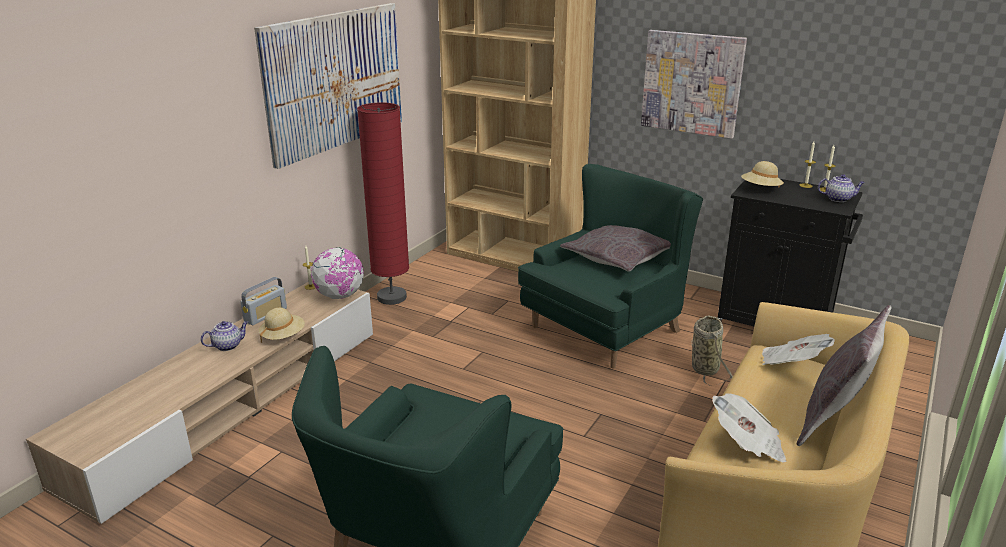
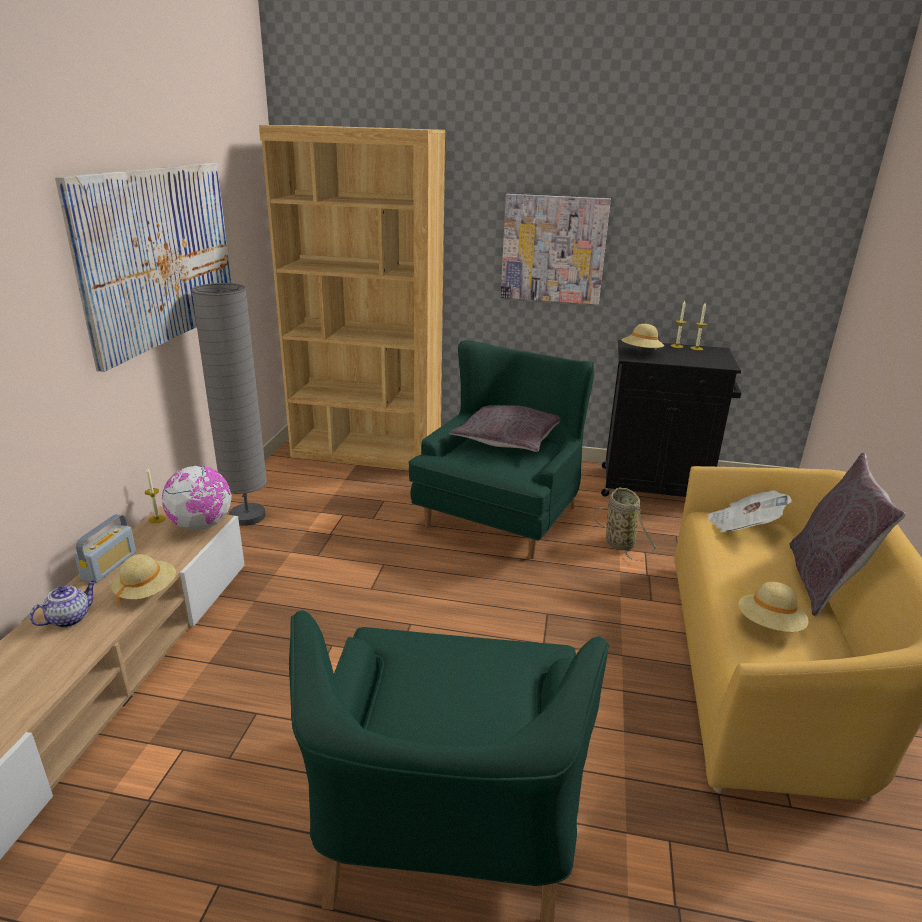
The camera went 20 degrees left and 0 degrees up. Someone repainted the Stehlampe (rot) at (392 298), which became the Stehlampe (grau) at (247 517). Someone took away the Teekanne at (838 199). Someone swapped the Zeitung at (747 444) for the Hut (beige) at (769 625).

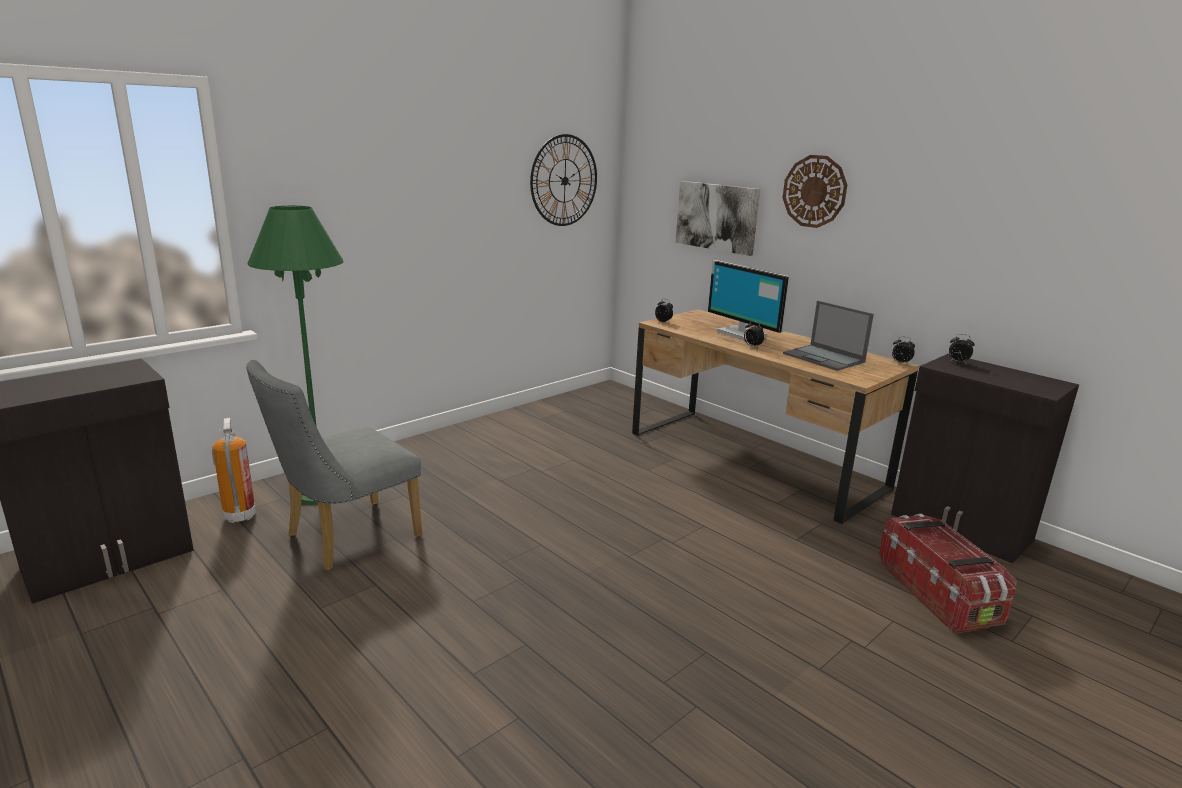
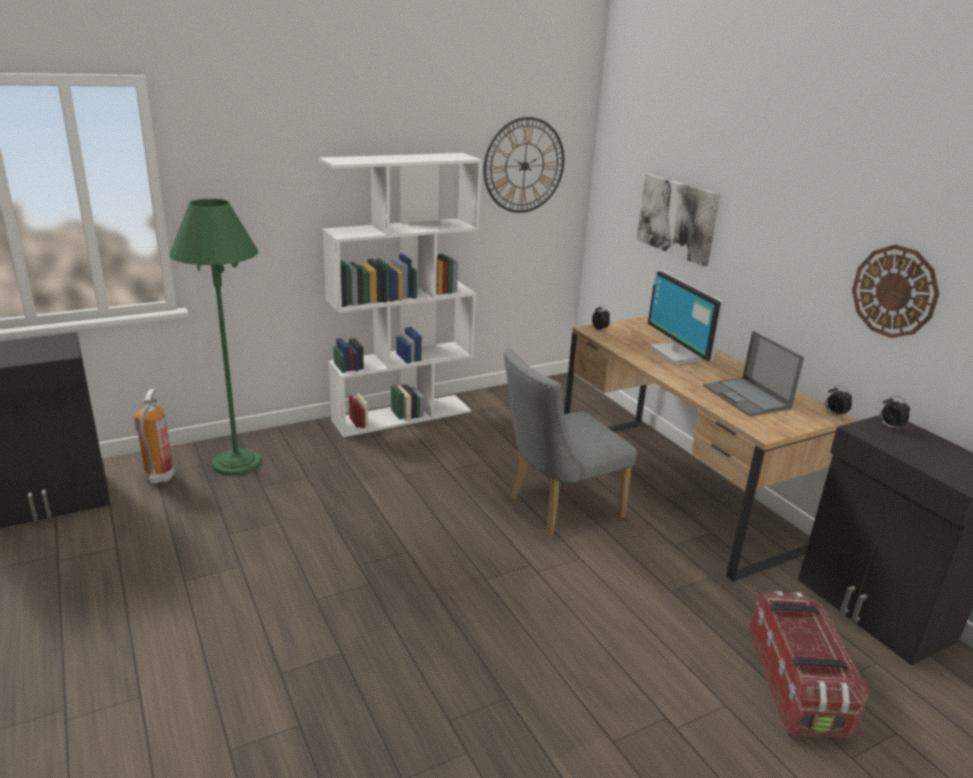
The camera went 15 degrees right and 5 degrees up. Someone carried the Wanduhr from (814 191) to (894 291). Someone took away the Wecker at (752 346). Someone carried the Stuhl (grau) from (344 538) to (557 509). Someone put down the Bücherregal (weiß) at (402 415).

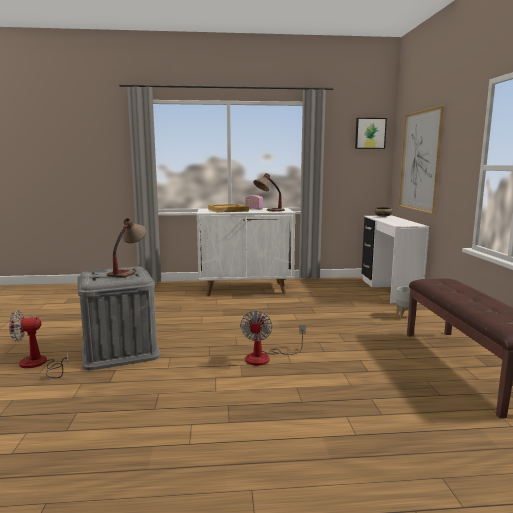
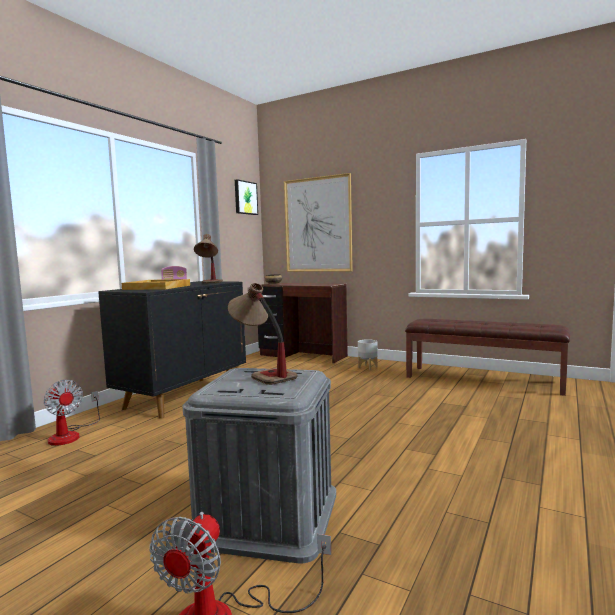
The camera went 55 degrees left and 5 degrees down. Someone repainted the Schrank (weiß) at (246 289), which became the Schrank (schwarz) at (184 396). Someone repainted the Schreibtisch (weiß) at (388 290), which became the Schreibtisch (braun) at (302 356). Someone carried the Ventilator from (265 357) to (70 435).

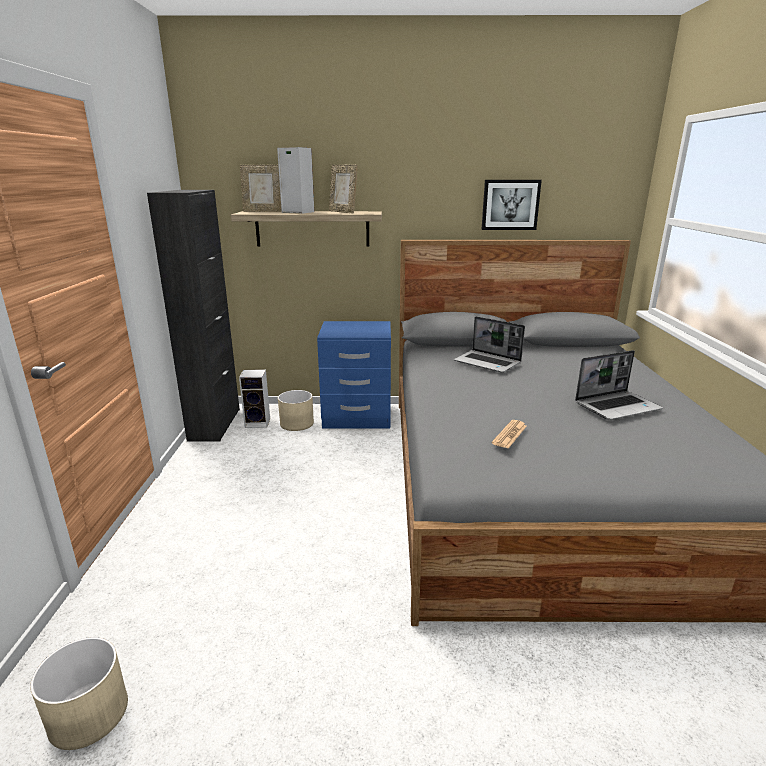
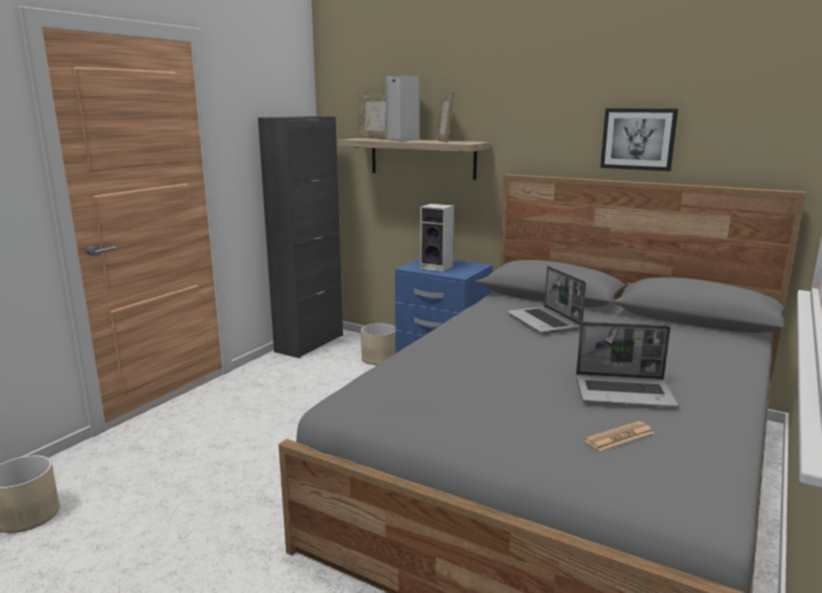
The camera went 30 degrees right and 5 degrees down. Someone carried the Lautsprecher from (258 422) to (437 267). Someone carried the Zeitung from (509 434) to (619 437).

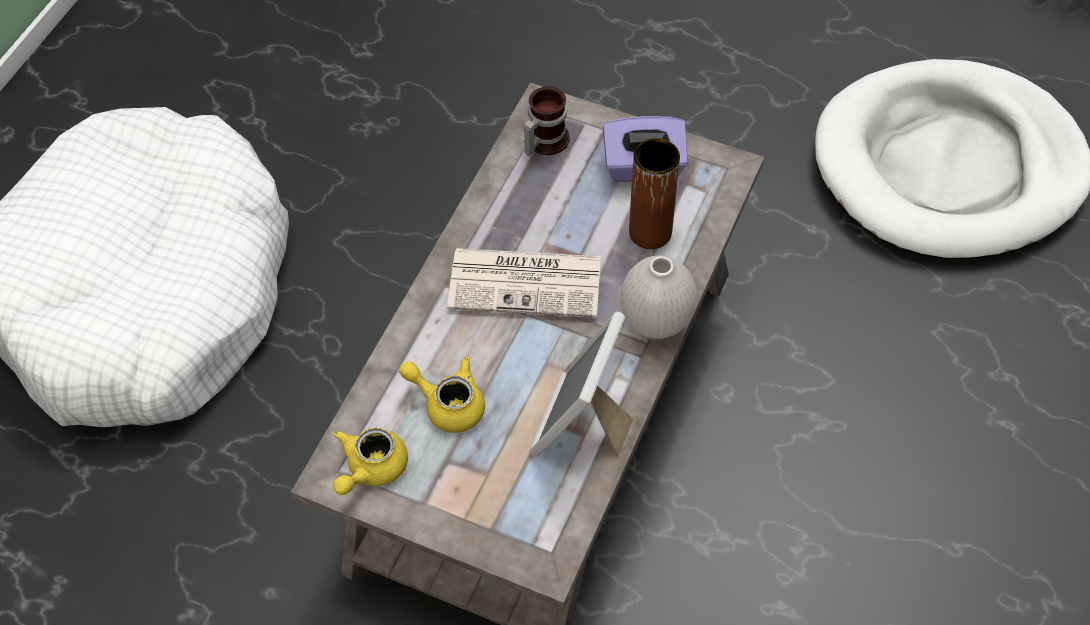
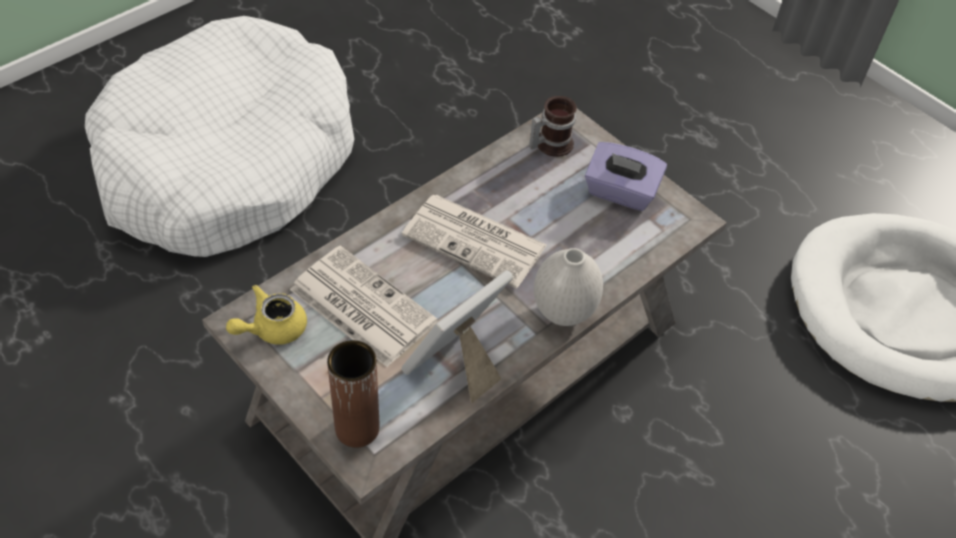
The camera went 20 degrees right and 5 degrees down. Someone carried the Vase (braun) from (650 232) to (357 428). Someone swapped the Teekanne (gelb) at (448 404) for the Zeitung at (360 305).

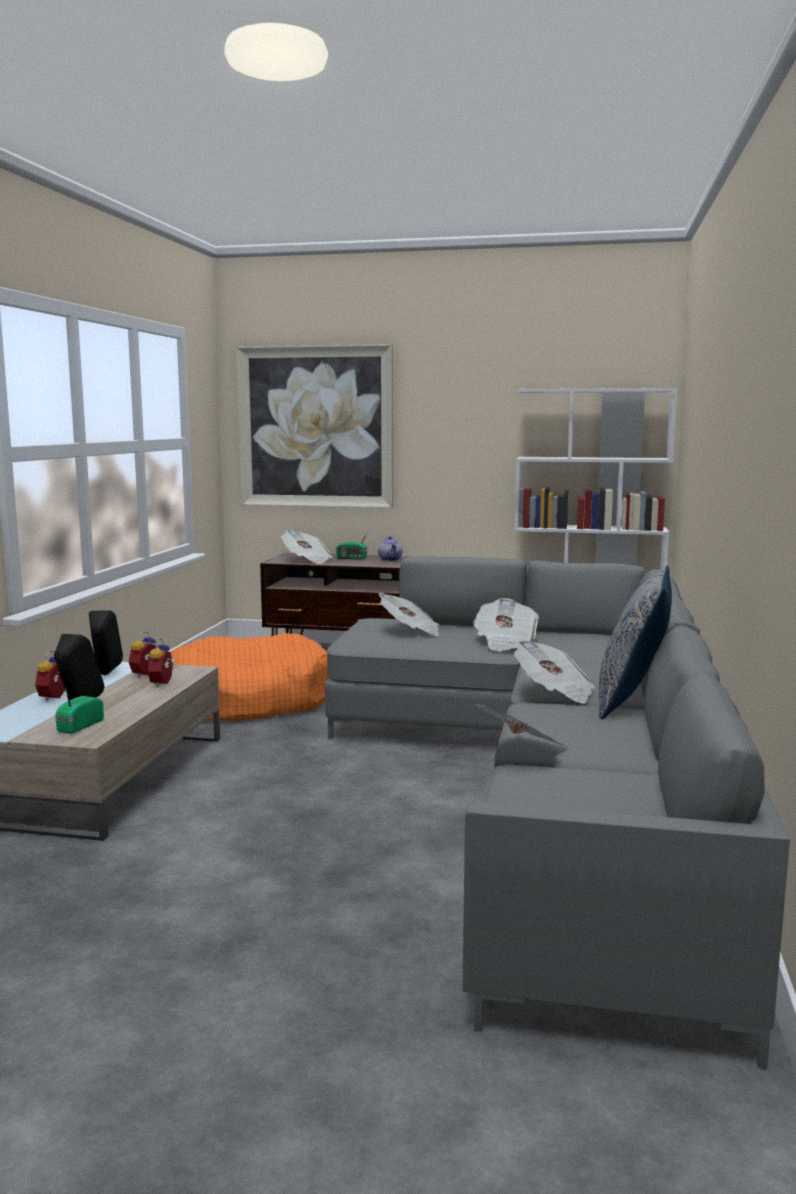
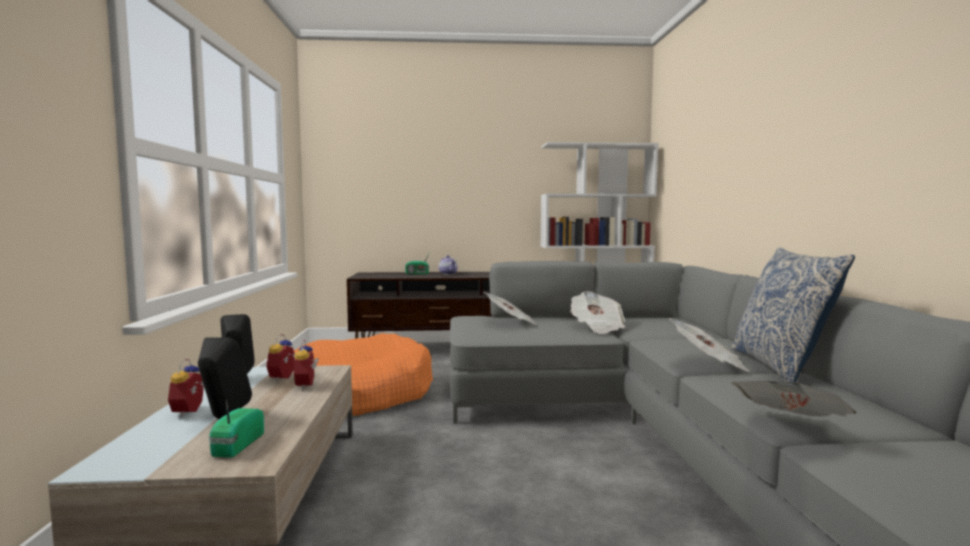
The camera went 15 degrees left and 5 degrees down. Someone took away the Bild at (315 427). Someone took away the Zeitung at (307 560).

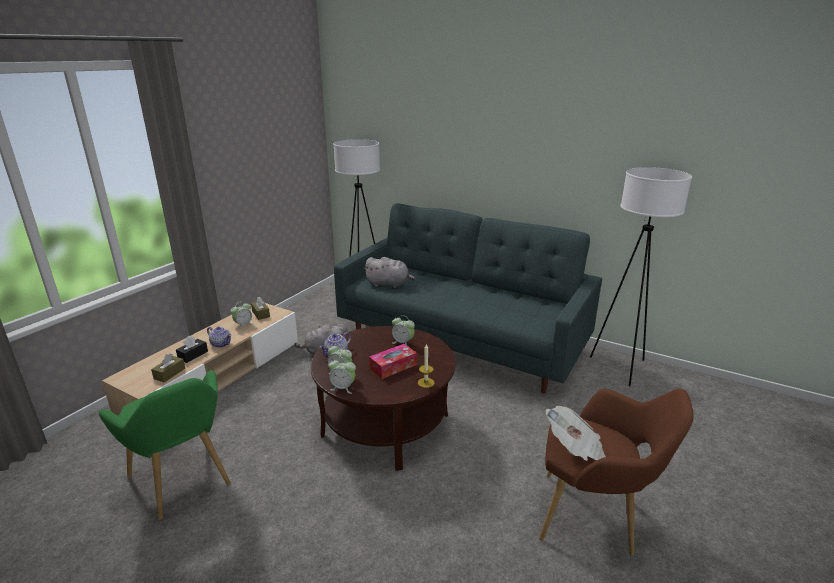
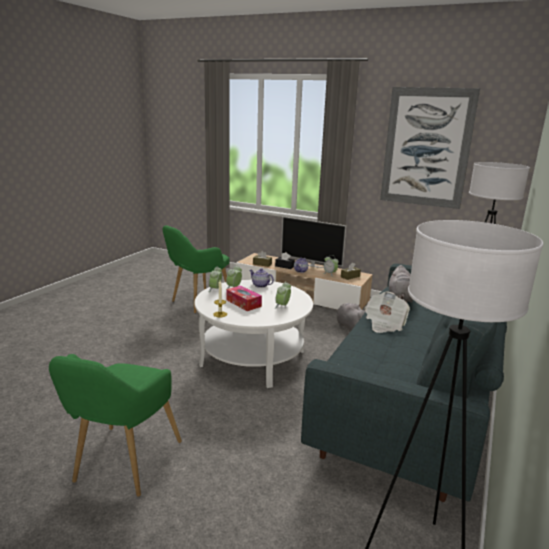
The camera went 85 degrees right and 5 degrees down. Someone repainted the Couchtisch (braun) at (386 424), which became the Couchtisch (weiß) at (253 358). Someone repainted the Sessel (braun) at (594 518), which became the Sessel (grün) at (122 465). Someone carried the Zeitung from (575 448) to (384 324). Someone put up the Bild at (426 148). Someone put down the Fernseher at (311 265).

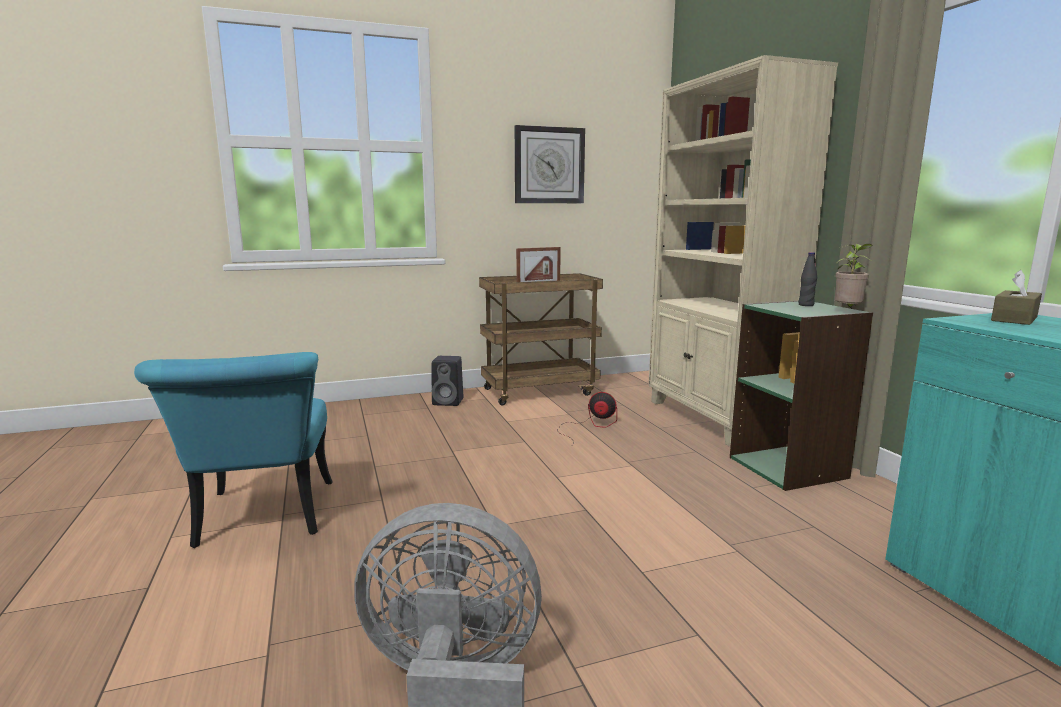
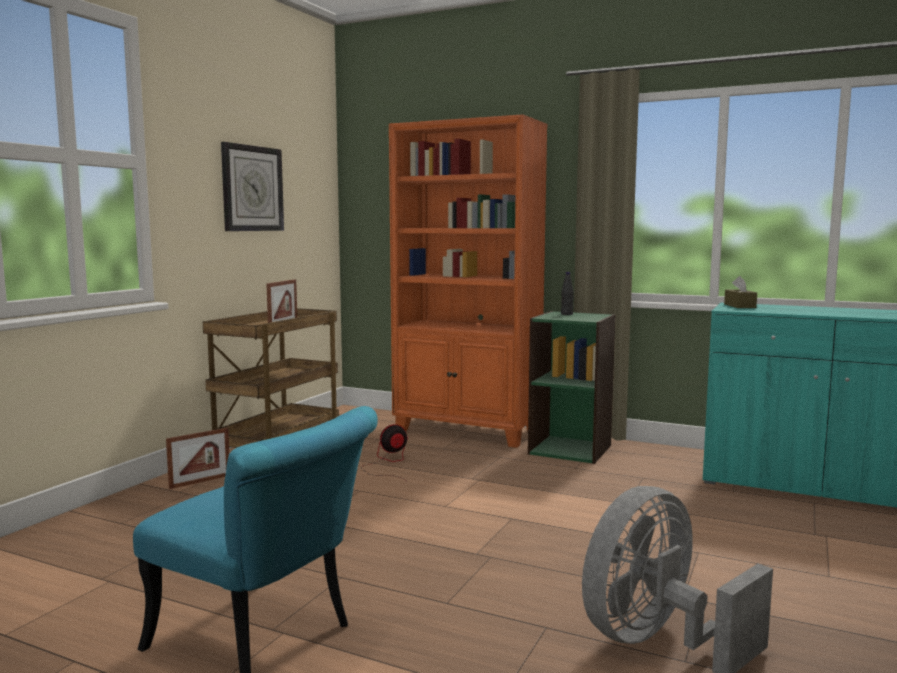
The camera went 45 degrees left and 5 degrees down. Someone repainted the Bücherregal (beige) at (715 419), which became the Bücherregal (orange) at (467 431). Someone took away the Topfpflanze at (848 311). Someone swapped the Lautsprecher (schwarz) at (449 402) for the Bilderrahmen at (200 481).

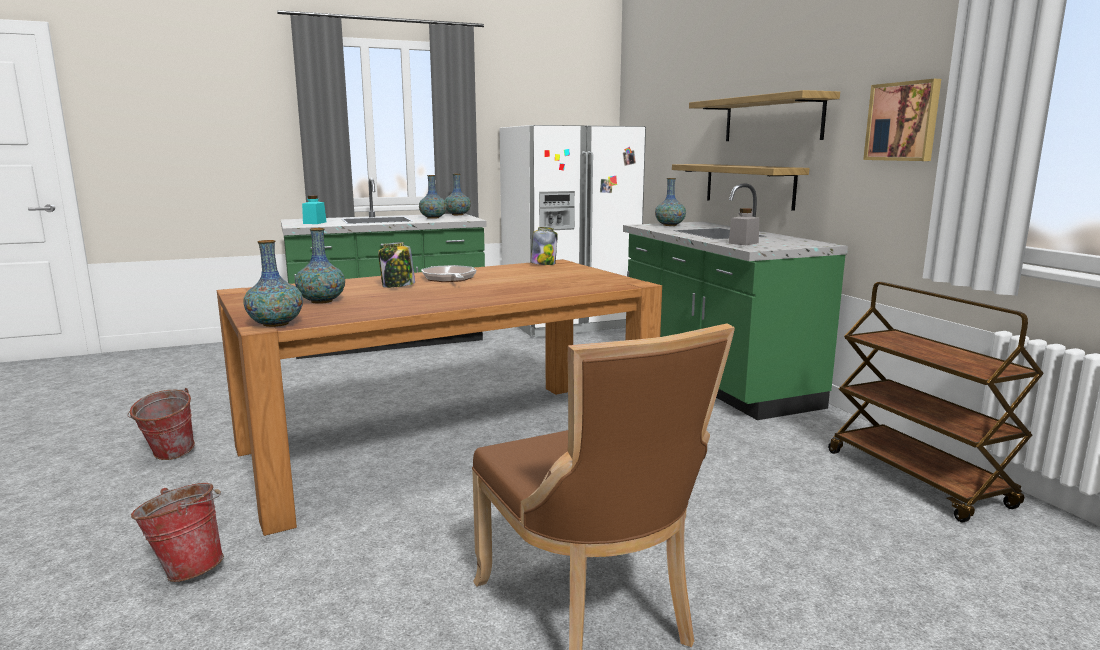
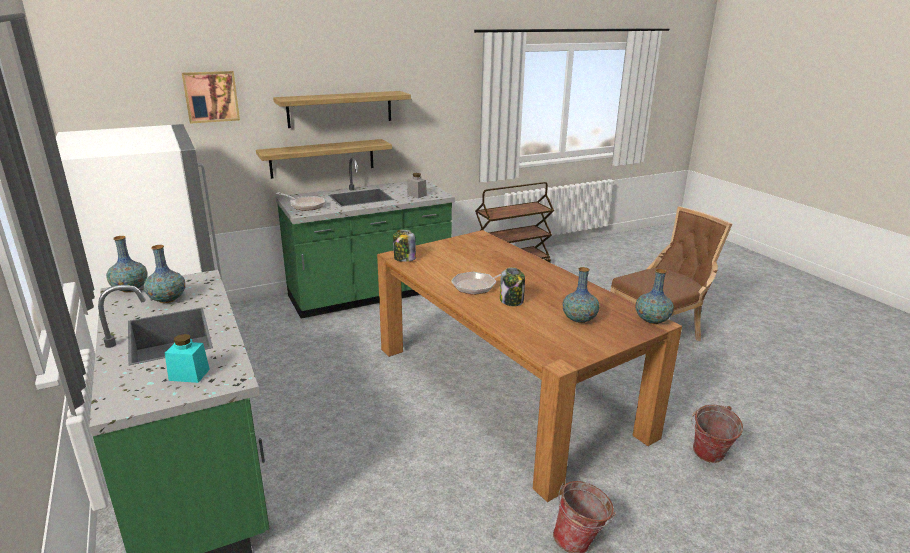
The camera went 95 degrees left and 10 degrees up. Someone carried the Bild from (903 121) to (211 96). Someone swapped the Vase at (670 225) for the Pfanne at (305 205).

